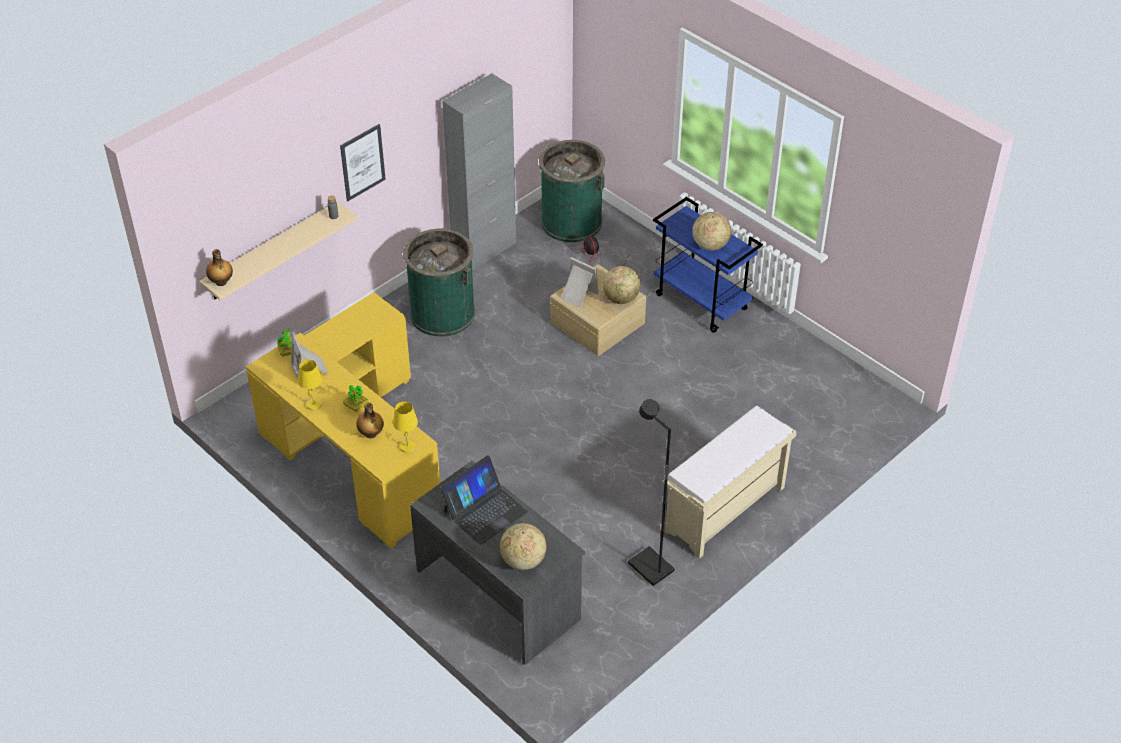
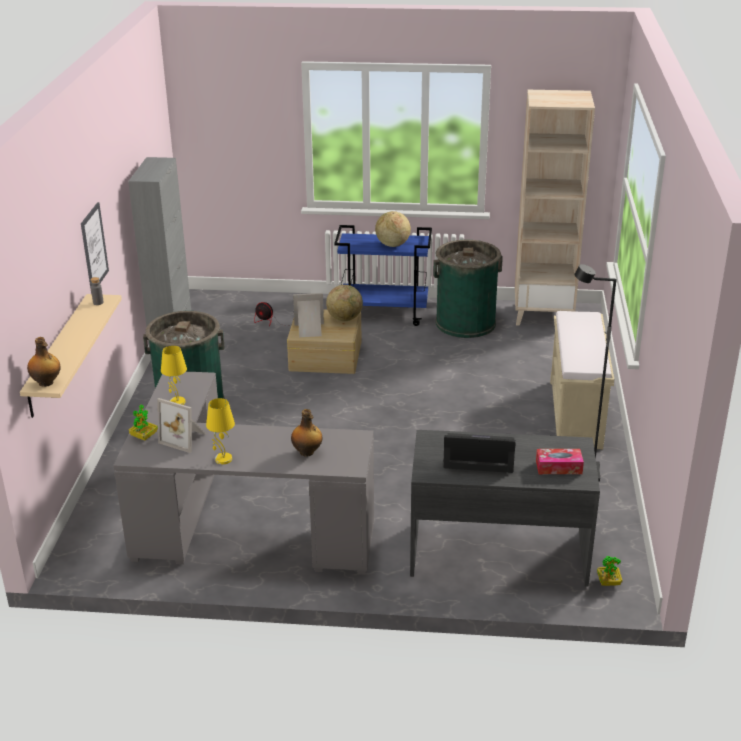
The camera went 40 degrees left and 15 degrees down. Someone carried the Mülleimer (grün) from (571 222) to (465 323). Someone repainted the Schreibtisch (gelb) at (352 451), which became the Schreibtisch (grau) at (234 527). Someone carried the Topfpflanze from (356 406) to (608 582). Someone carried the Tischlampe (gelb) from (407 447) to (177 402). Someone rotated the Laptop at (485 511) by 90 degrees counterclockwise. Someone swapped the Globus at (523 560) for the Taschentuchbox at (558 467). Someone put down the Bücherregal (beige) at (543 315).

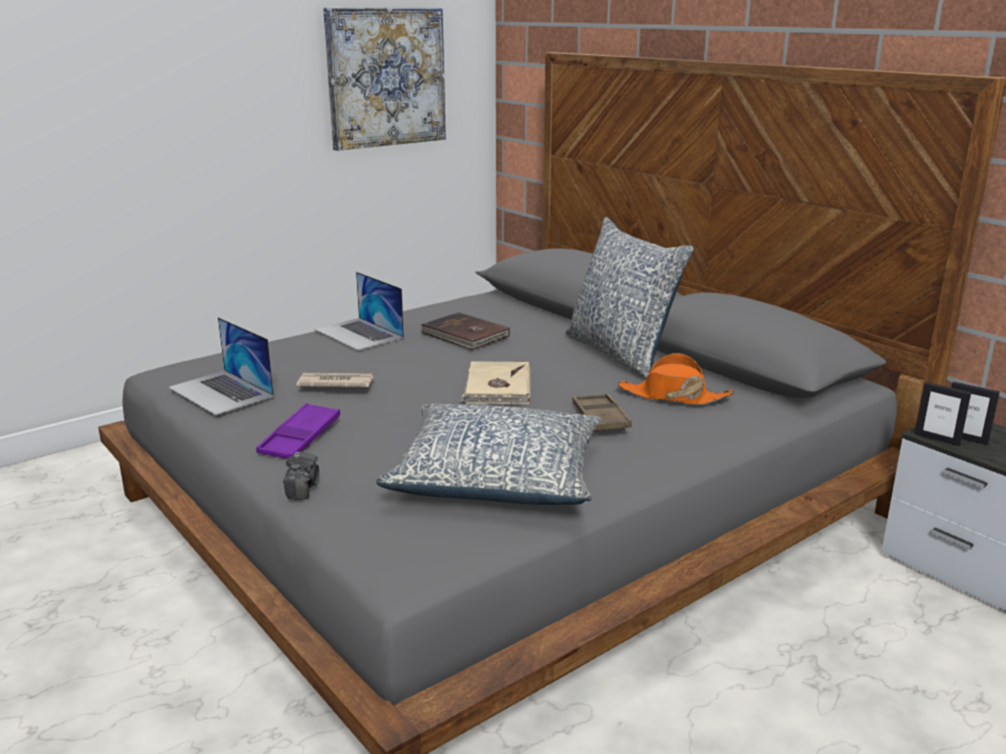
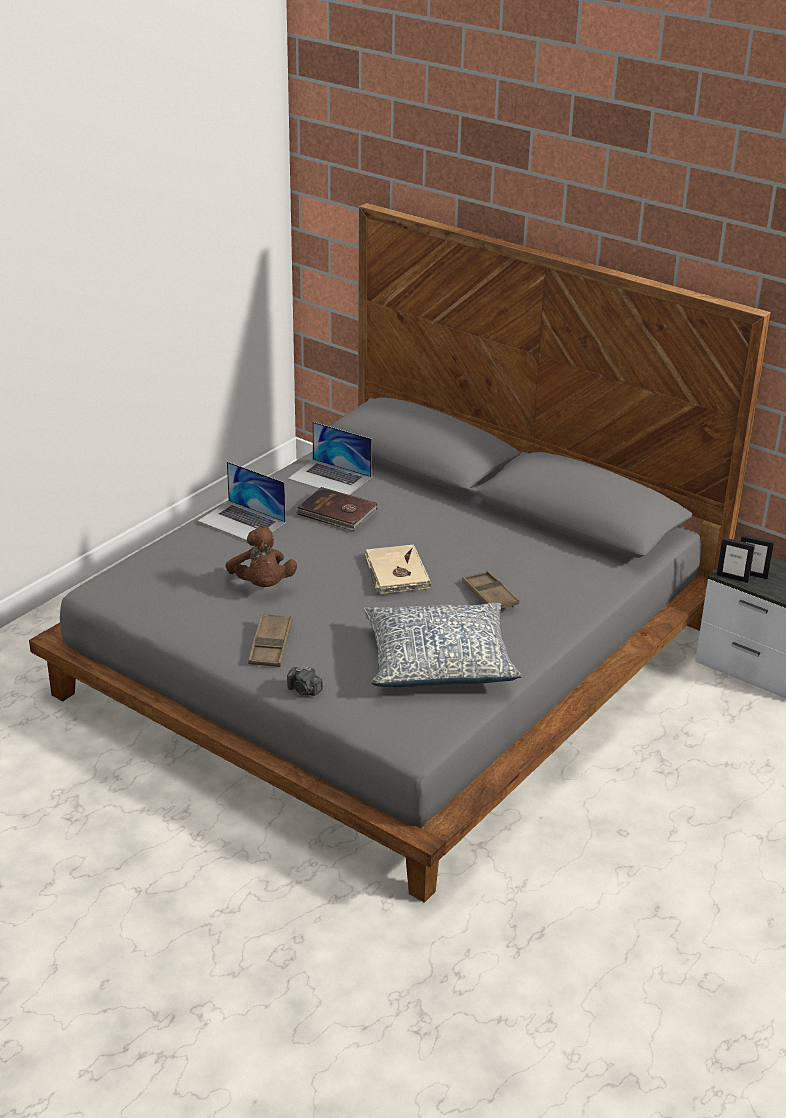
The camera went 15 degrees left and 10 degrees up. Someone took away the Bild at (386 77). Someone took away the Kissen at (621 353). Someone carried the Laptop from (221 392) to (330 478). Someone took away the Hut (orange) at (673 396). Someone swapped the Zeitung at (335 383) for the Plüschtier (braun) at (262 585). Someone repainted the Tablett (lila) at (300 438), which became the Tablett (braun) at (271 645). Someone rotated the Kamera at (302 488) by 135 degrees clockwise.

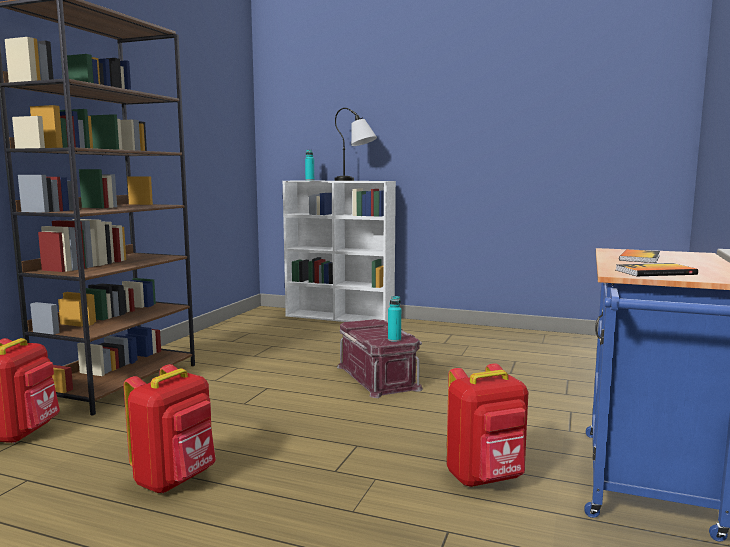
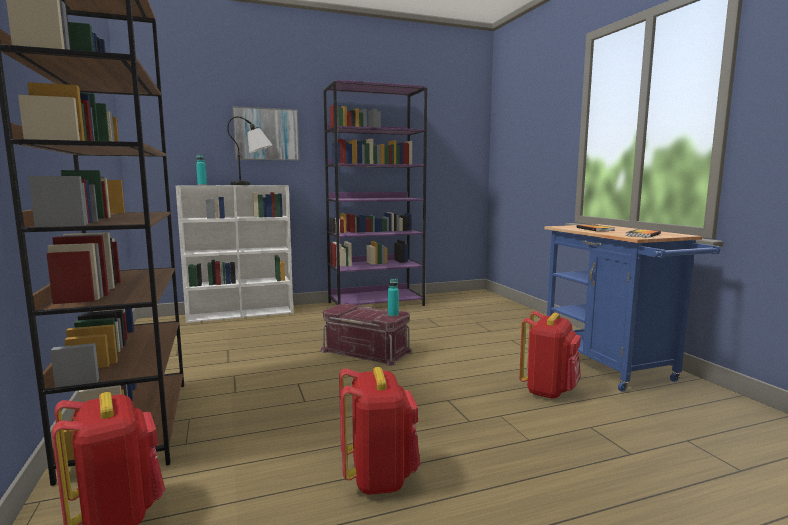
The camera went 40 degrees left and 0 degrees up. Someone put down the Bücherregal (lila) at (376 304). Someone put up the Bild at (266 134).

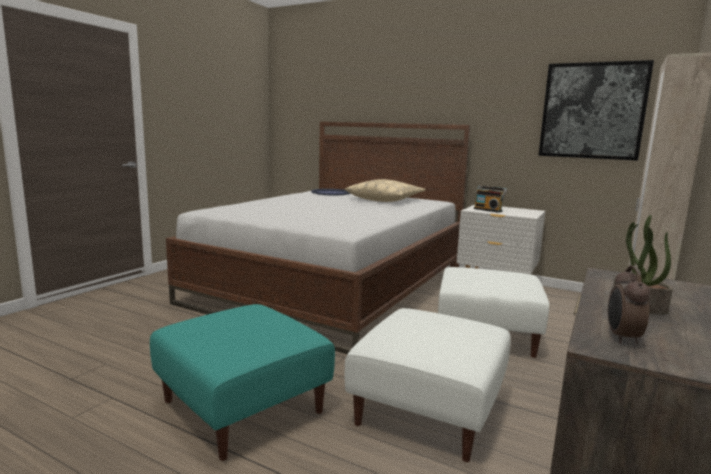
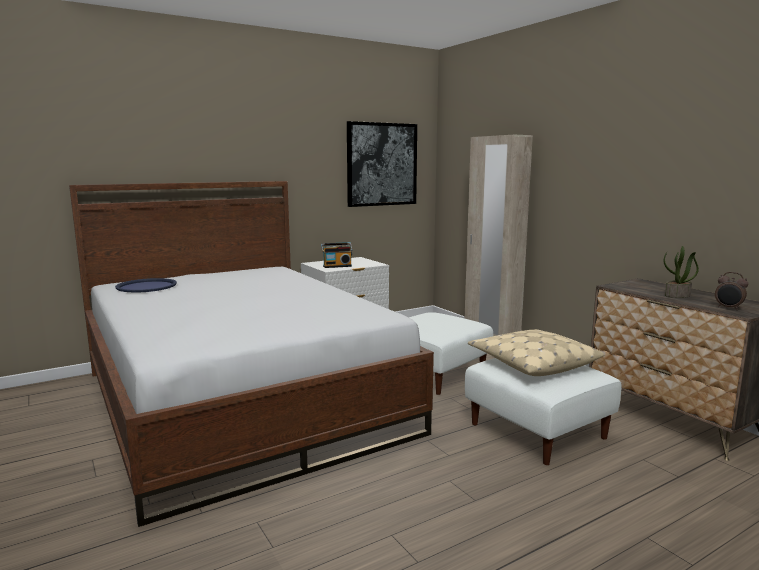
The camera went 60 degrees left and 0 degrees up. Someone carried the Kissen (beige) from (385 199) to (532 364). Someone took away the Polsterhocker (türkis) at (241 406).

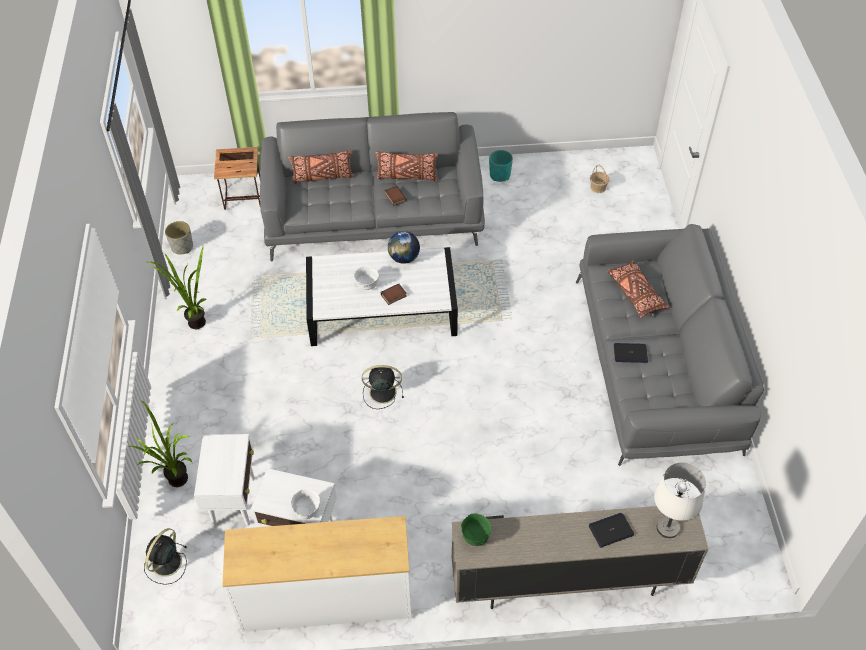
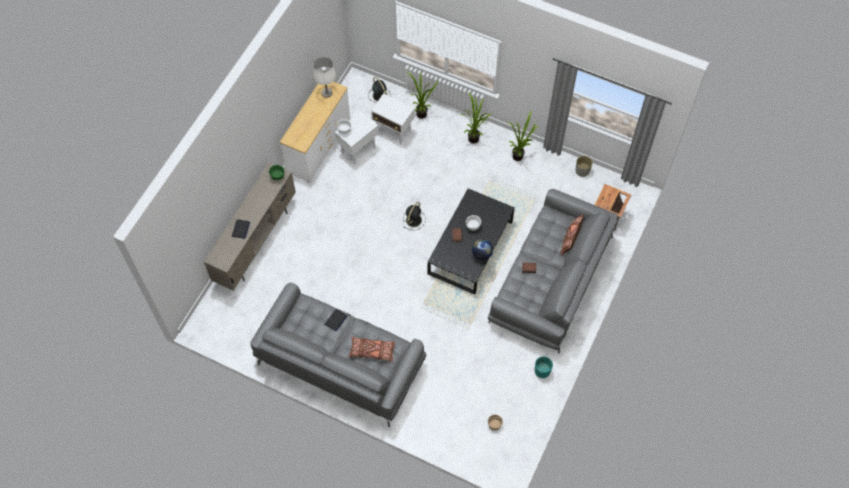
The camera went 120 degrees right and 10 degrees up. Someone took away the Kissen (braun) at (407 176). Someone repainted the Couchtisch (weiß) at (382 309), which became the Couchtisch (schwarz) at (470 247). Someone carried the Tischlampe (weiß) from (668 527) to (326 93). Someone put down the Topfpflanze at (473 137).

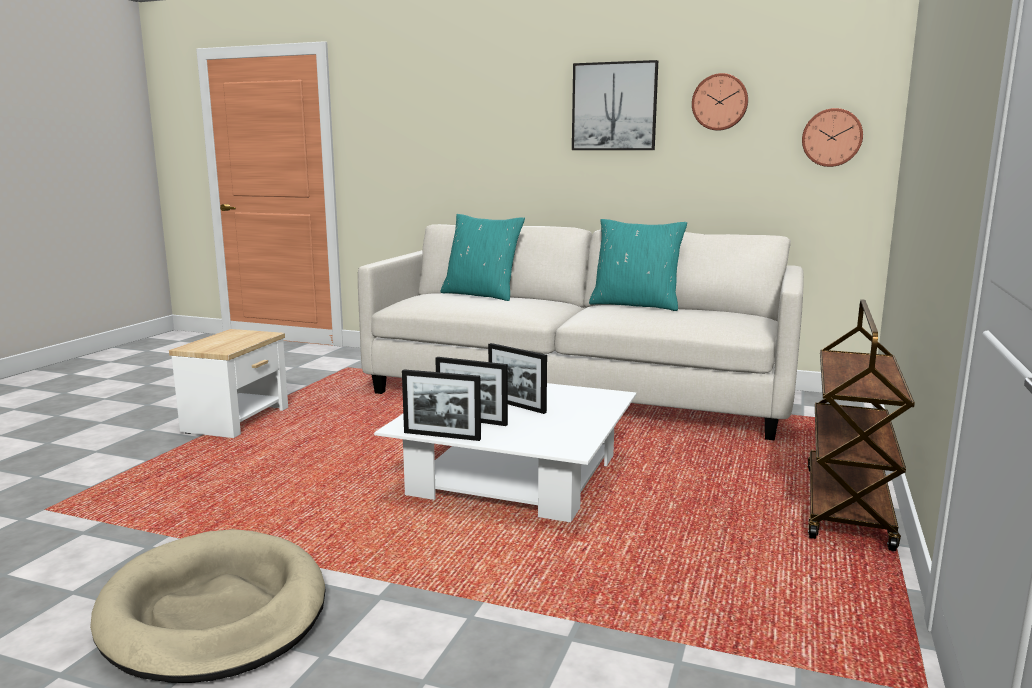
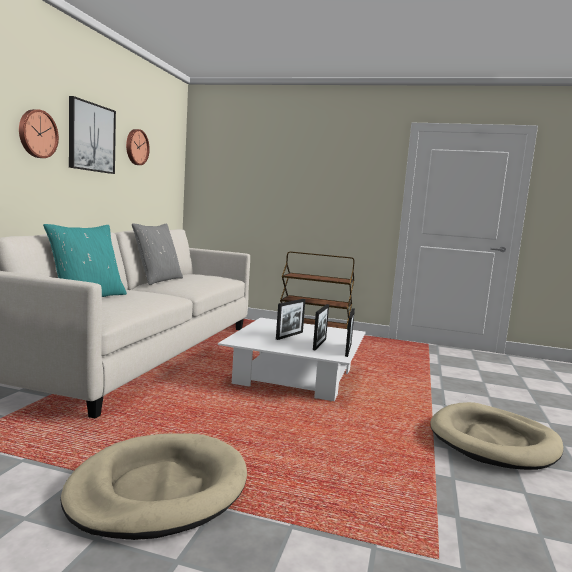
The camera went 95 degrees left and 5 degrees down. Someone carried the Wanduhr from (831 137) to (37 134). Someone repainted the Kissen (türkis) at (636 305), which became the Kissen (grau) at (158 280). Someone swapped the Beistelltisch at (237 420) for the Hundebett (beige) at (158 490).

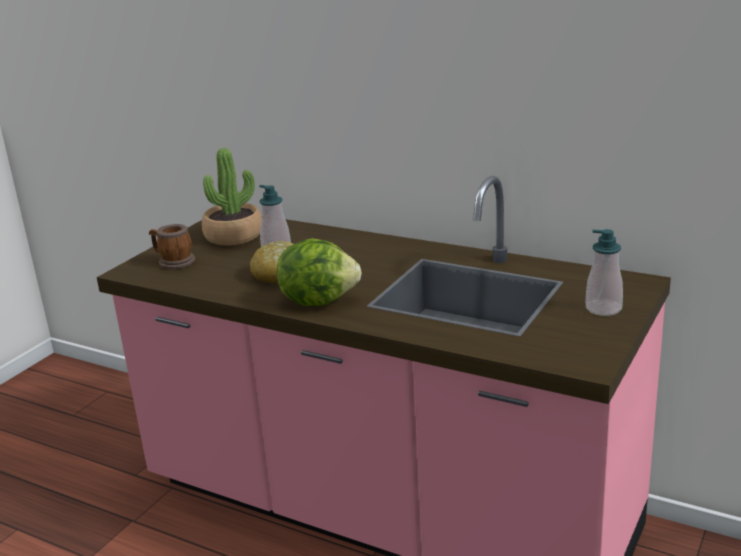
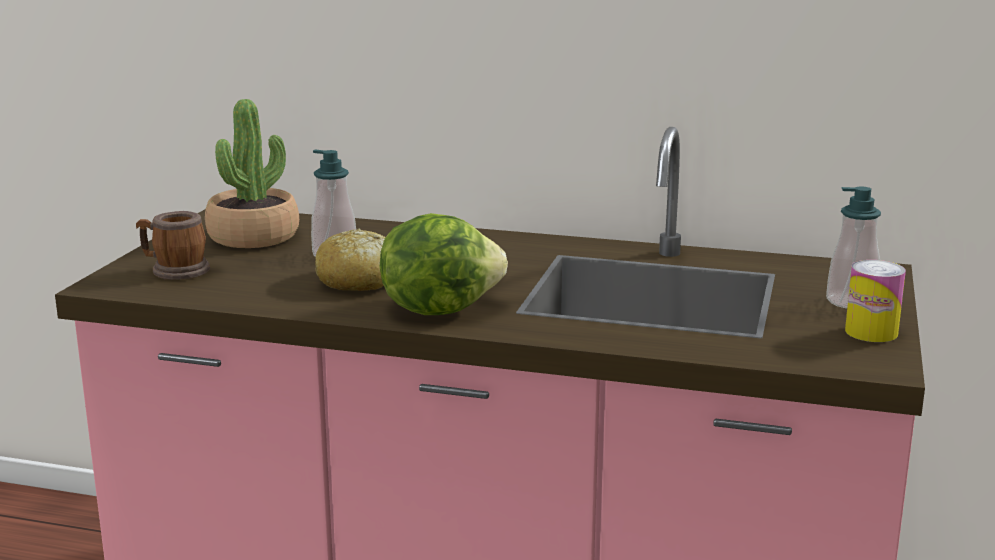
The camera went 15 degrees left and 5 degrees down. Someone put down the Dose at (871 332).

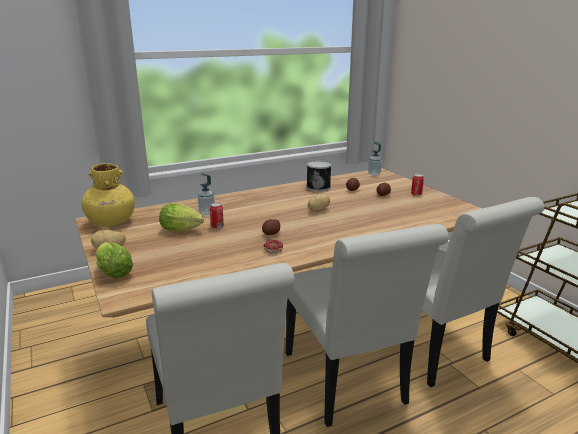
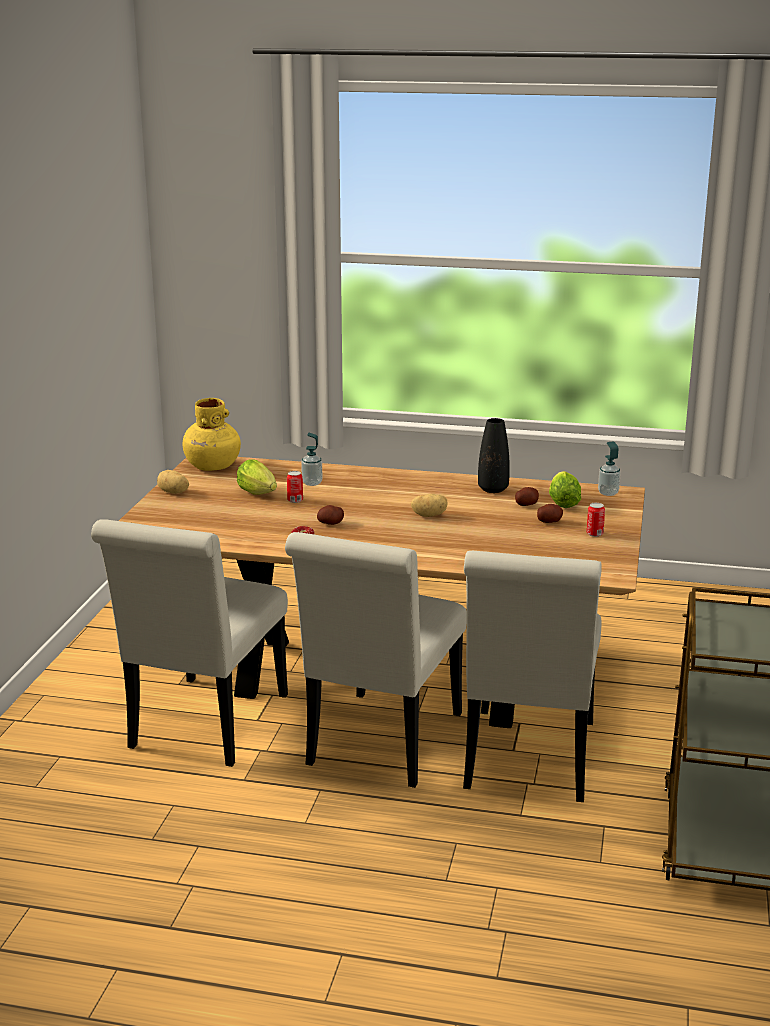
The camera went 40 degrees right and 0 degrees up. Someone swapped the Dose at (318 187) for the Vase (schwarz) at (493 489). Someone carried the Salatkopf from (113 272) to (563 502).

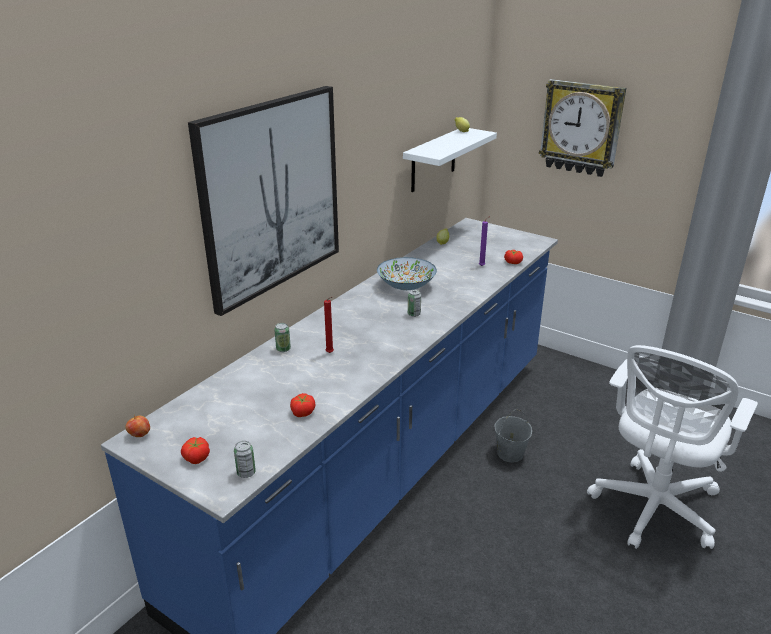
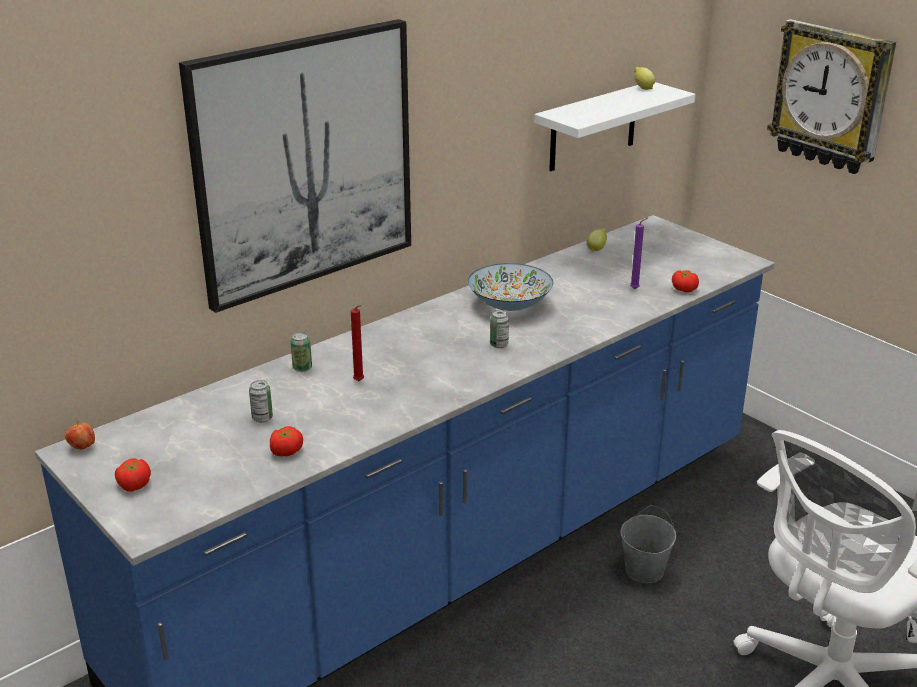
The camera went 15 degrees right and 0 degrees up. Someone carried the Dose from (246 473) to (262 418).

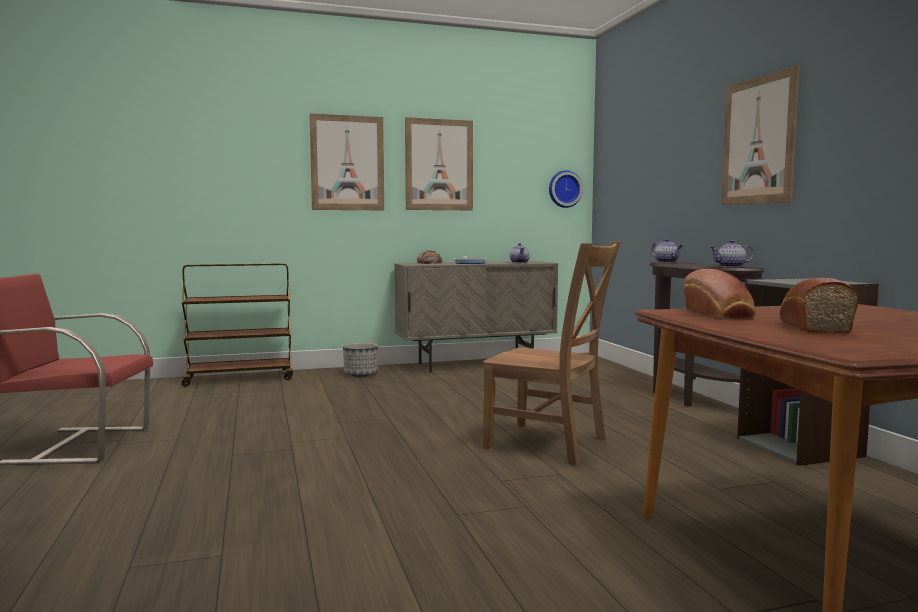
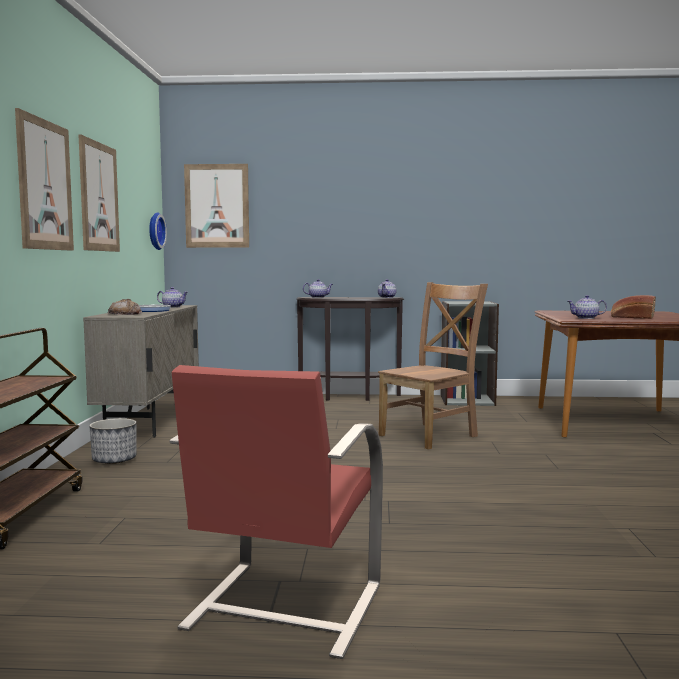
The camera went 70 degrees left and 0 degrees up. Someone carried the Bild from (758 141) to (217 206). Someone swapped the Brot at (719 314) for the Teekanne at (586 318).

